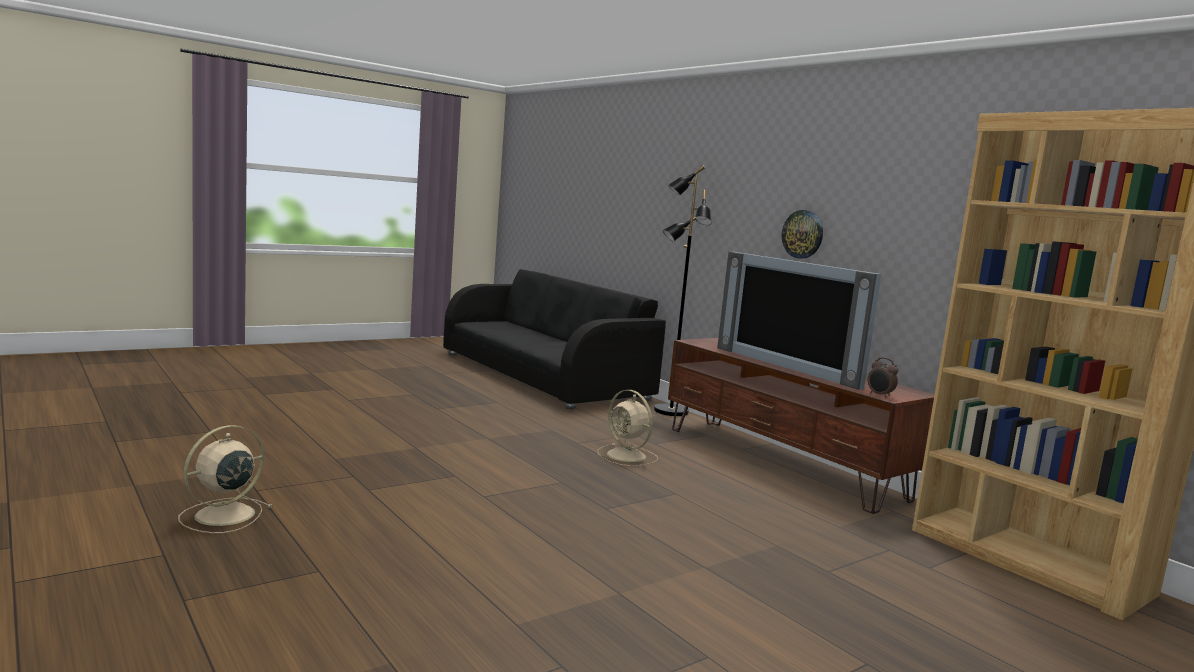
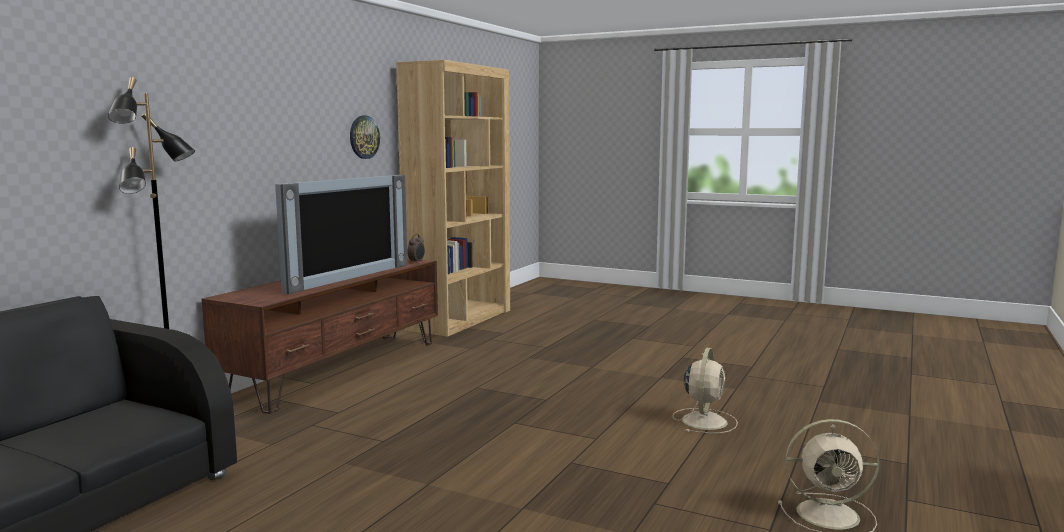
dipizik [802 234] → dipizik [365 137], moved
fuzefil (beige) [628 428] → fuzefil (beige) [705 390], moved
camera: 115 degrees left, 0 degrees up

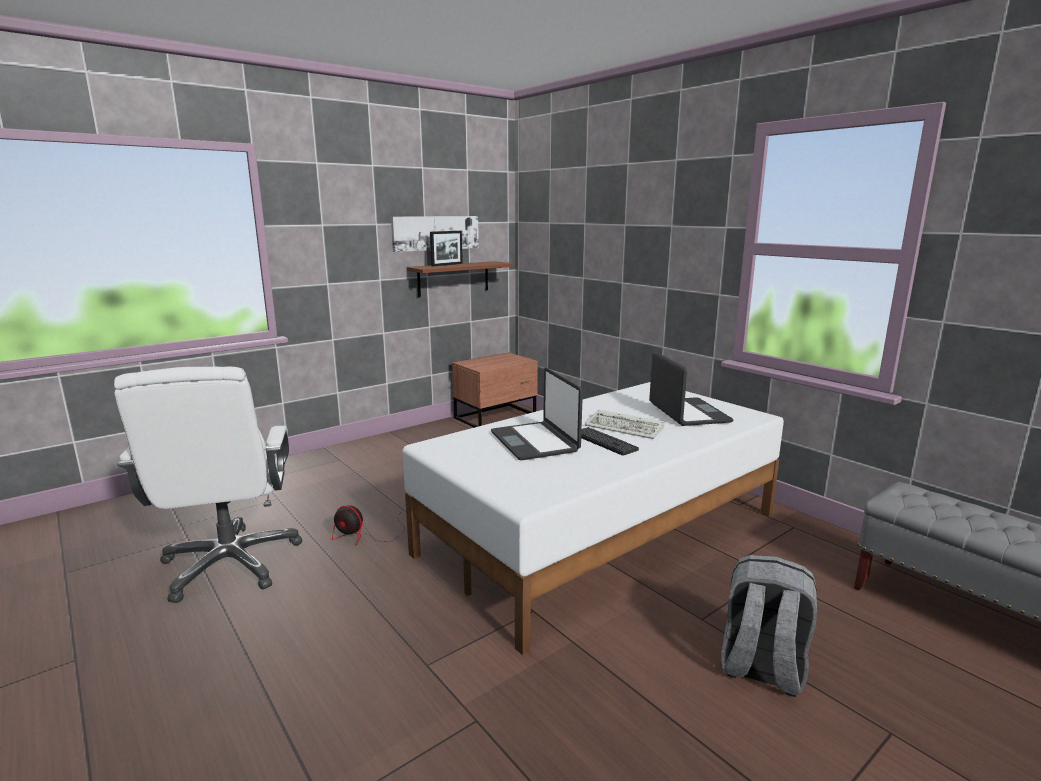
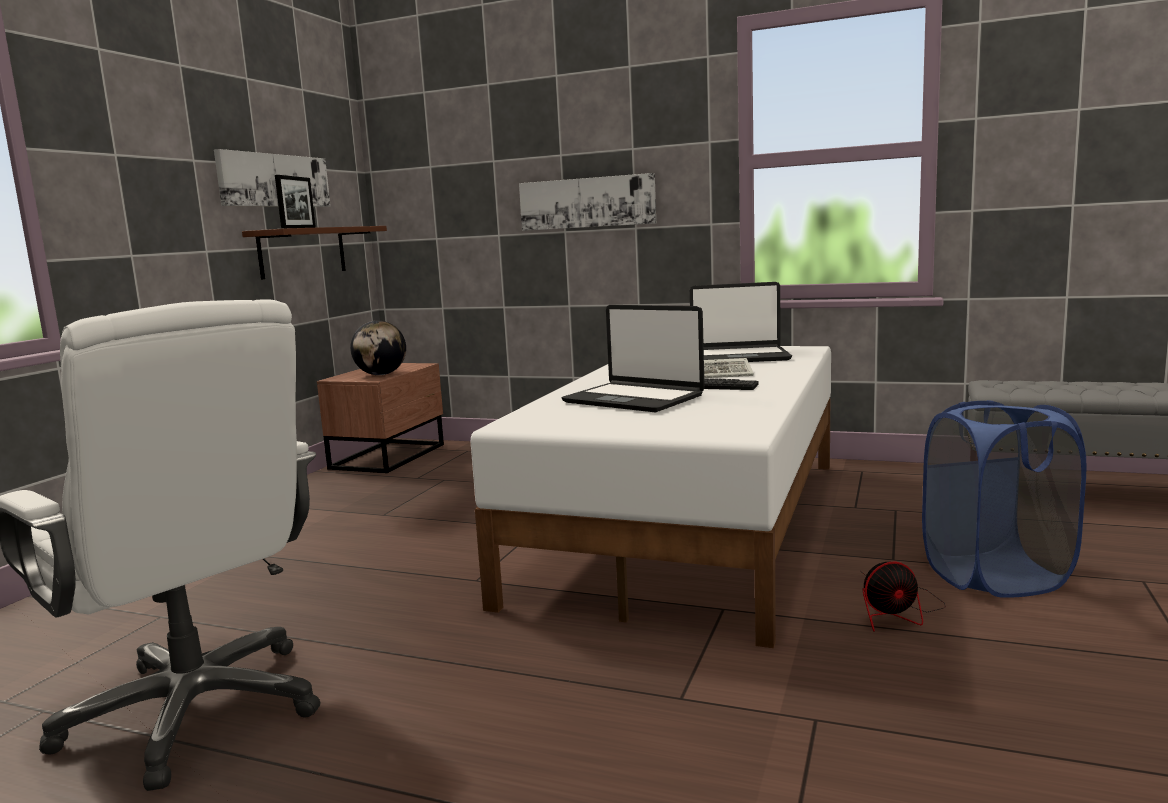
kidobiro [691 388] → kidobiro [741 322], 135 degrees clockwise
fuzefil [368 525] → fuzefil [903 597], moved
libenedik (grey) [769 626] → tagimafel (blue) [1004 499]
- → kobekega [587 202]
- → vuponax [378 348]
camera: 30 degrees left, 5 degrees down

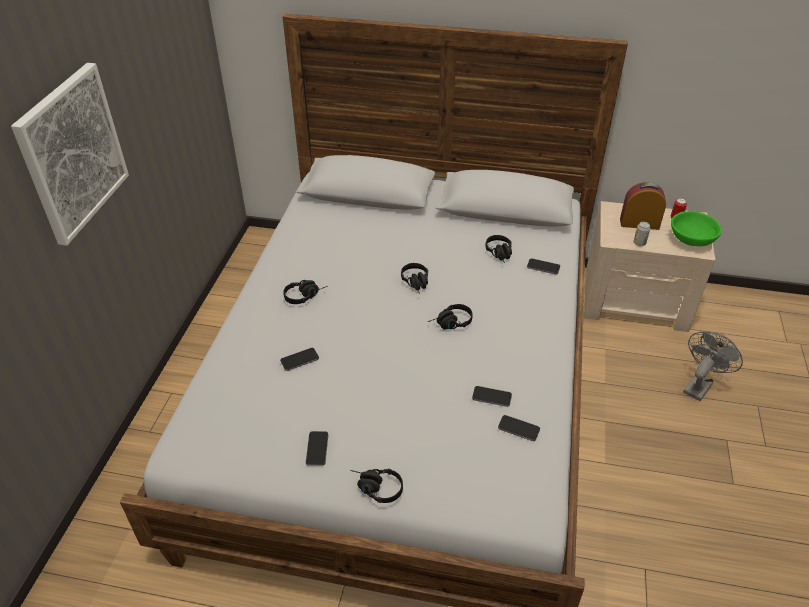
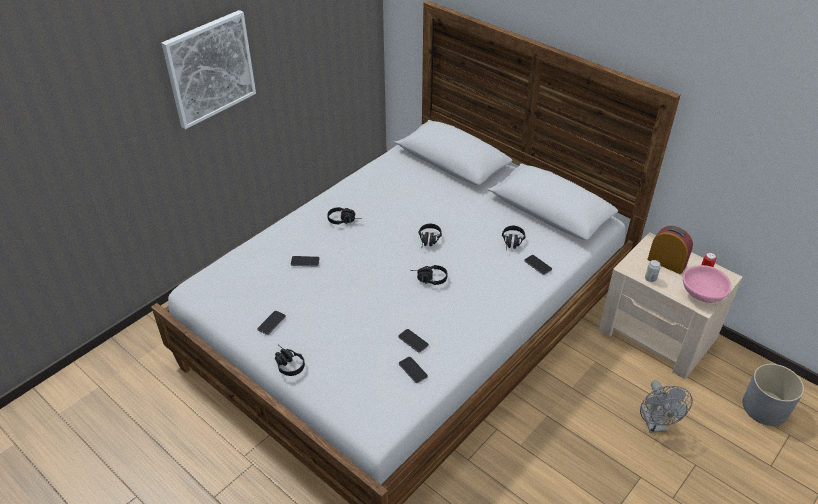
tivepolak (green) [696 228] → tivepolak (pink) [707 284]
fuzefil (grey) [713 366] → fuzefil (grey) [666 406], 105 degrees clockwise
- → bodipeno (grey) [773 395]
camera: 30 degrees right, 0 degrees up

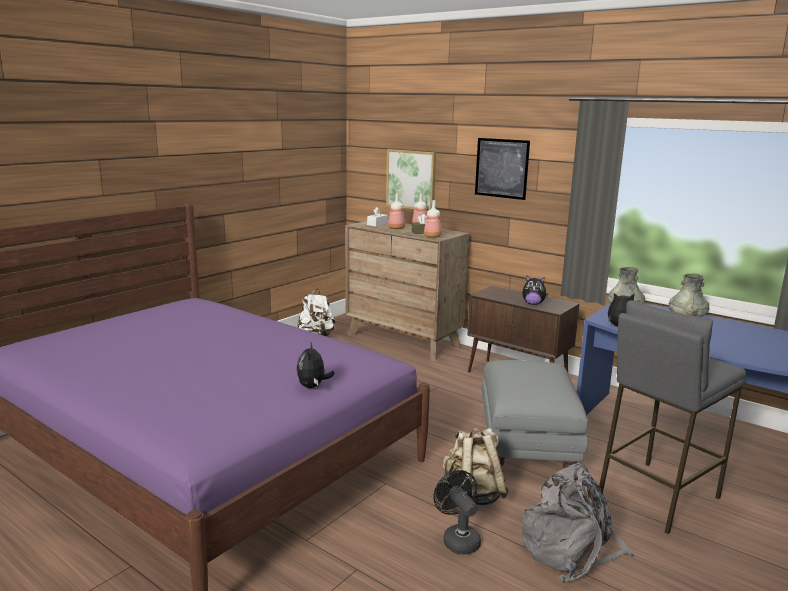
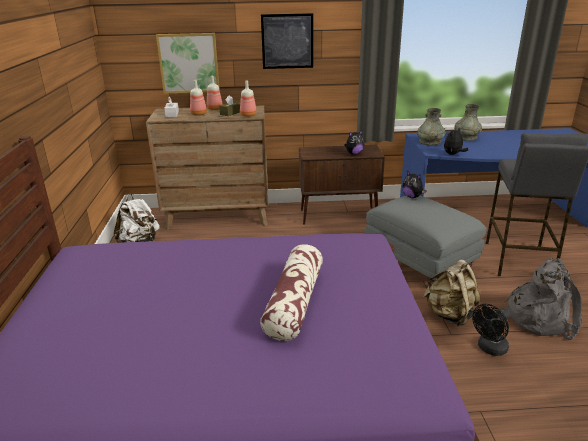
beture [315 365] → beture [414 184], moved
fuzefil (black) [457 512] → fuzefil (black) [491 330], 60 degrees counterclockwise
- → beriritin [291 292]
camera: 40 degrees left, 10 degrees up

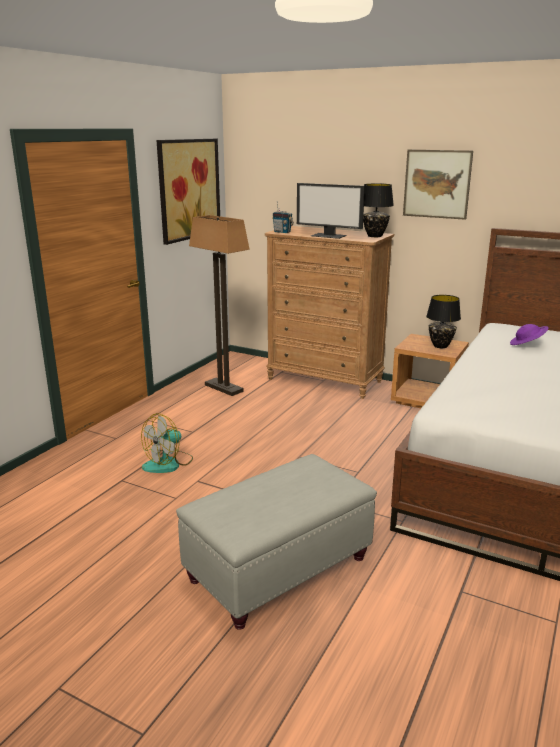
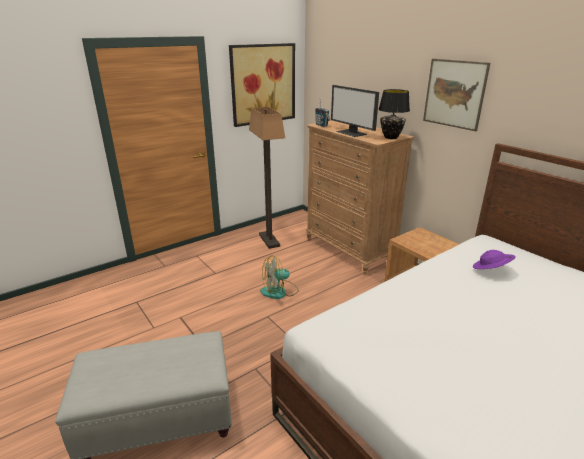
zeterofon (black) [443 321] → -
fuzefil [167 443] → fuzefil [279 277], moved
camera: 25 degrees right, 5 degrees up

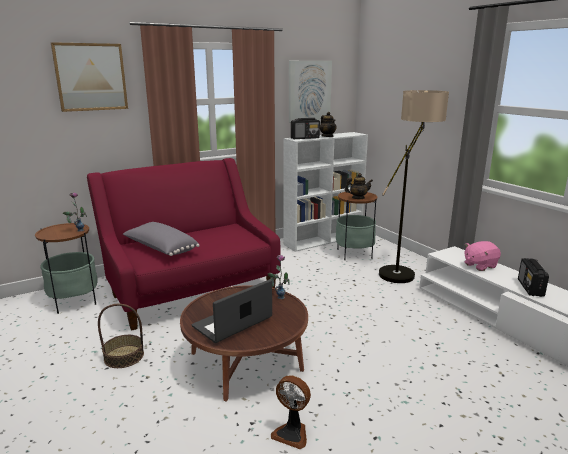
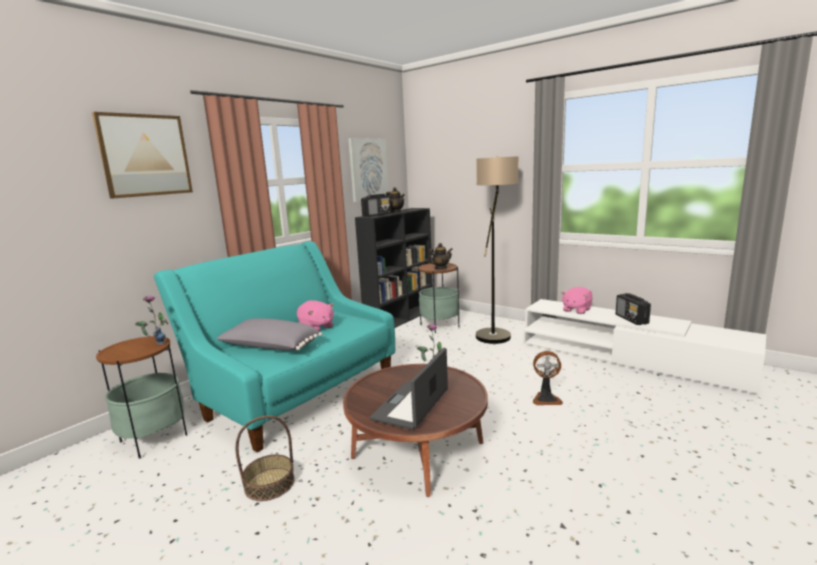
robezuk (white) [325 192] → robezuk (black) [394 268]
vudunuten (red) [184 244] → vudunuten (turquoise) [274 347]
fuzefil [291 412] → fuzefil [548 378], moved
- → beture (pink) [315 315]
camera: 20 degrees left, 5 degrees down

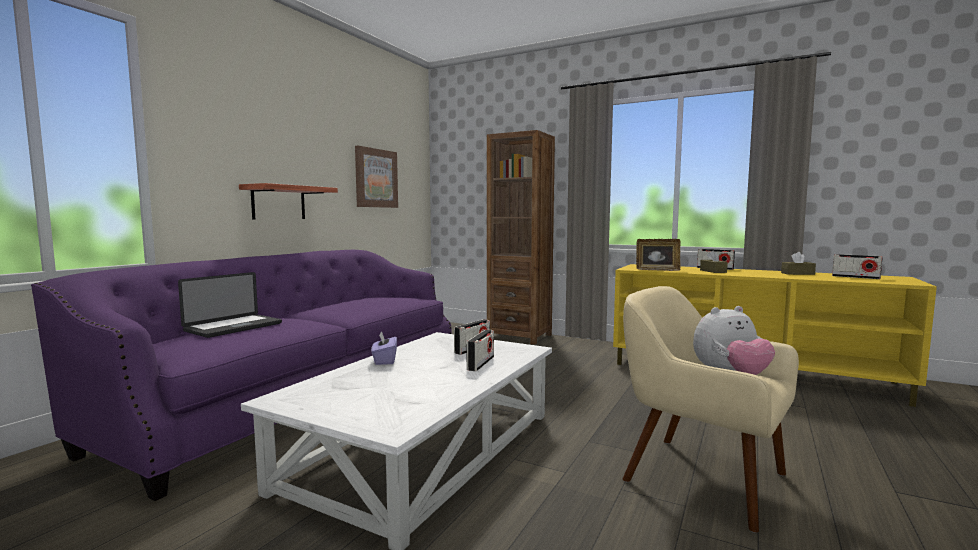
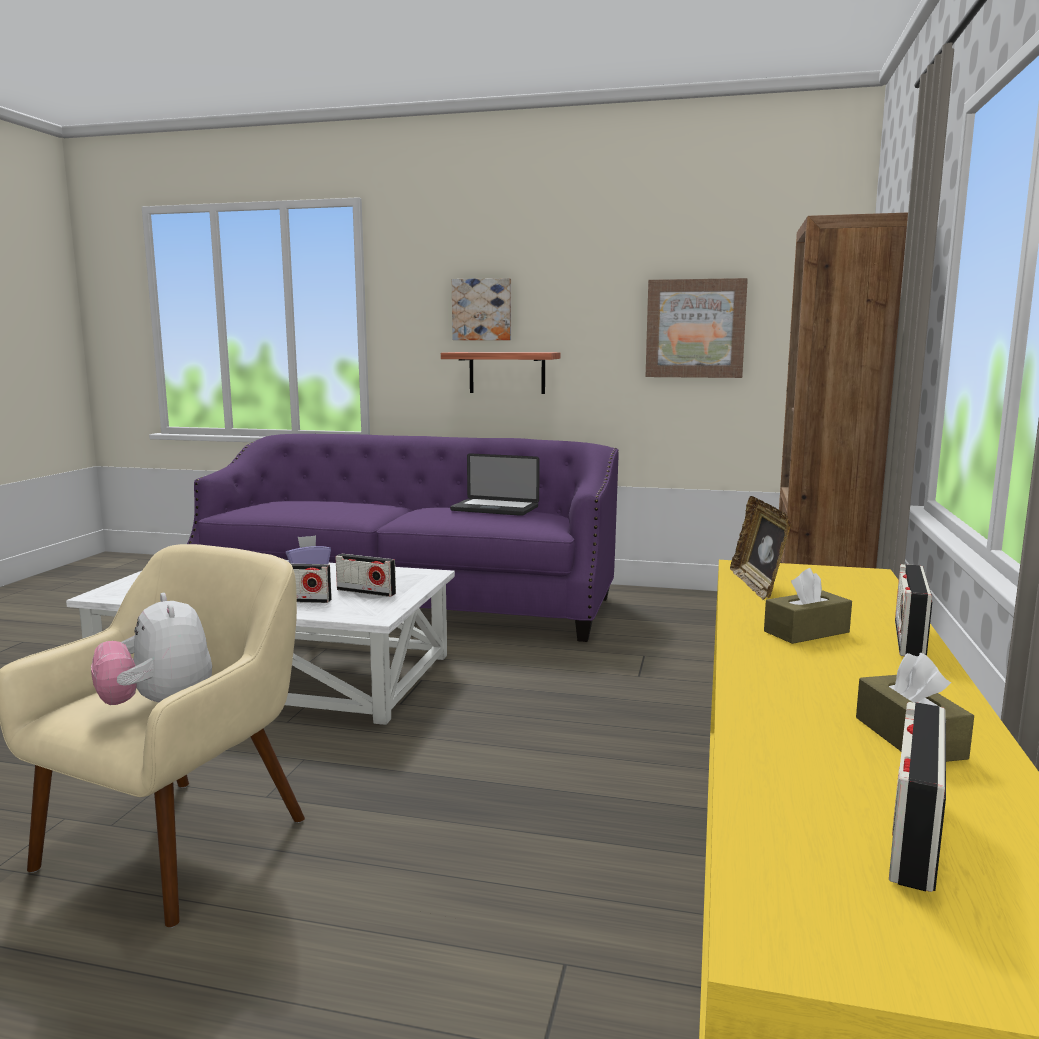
kidobiro [230 305] → kidobiro [495 484], moved
- → kobekega [481 309]
camera: 75 degrees right, 5 degrees up

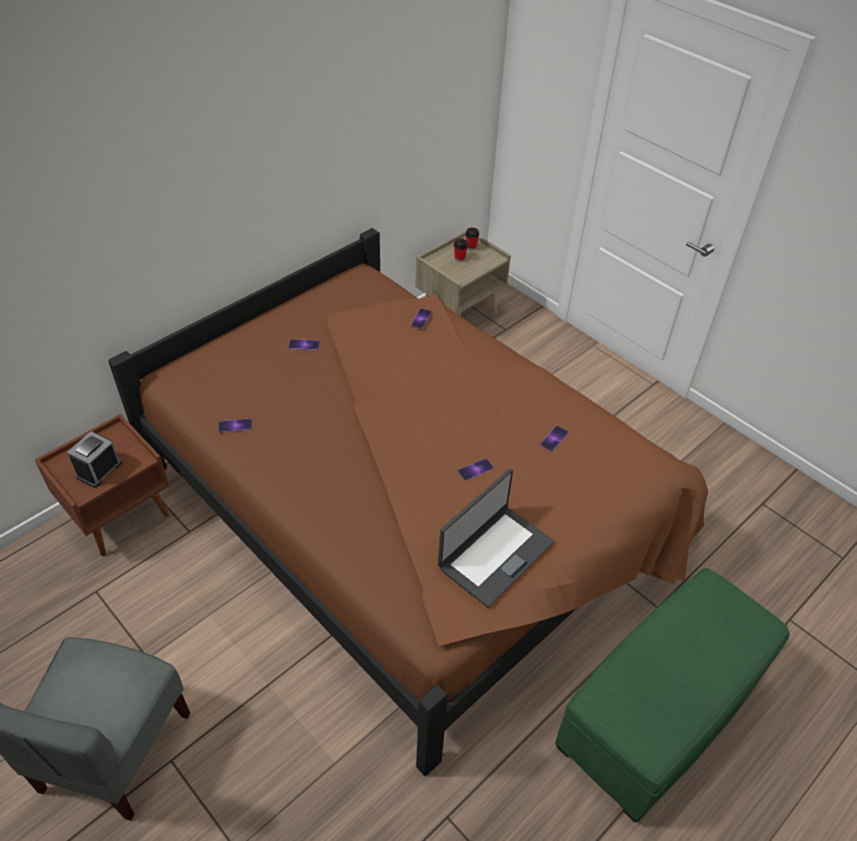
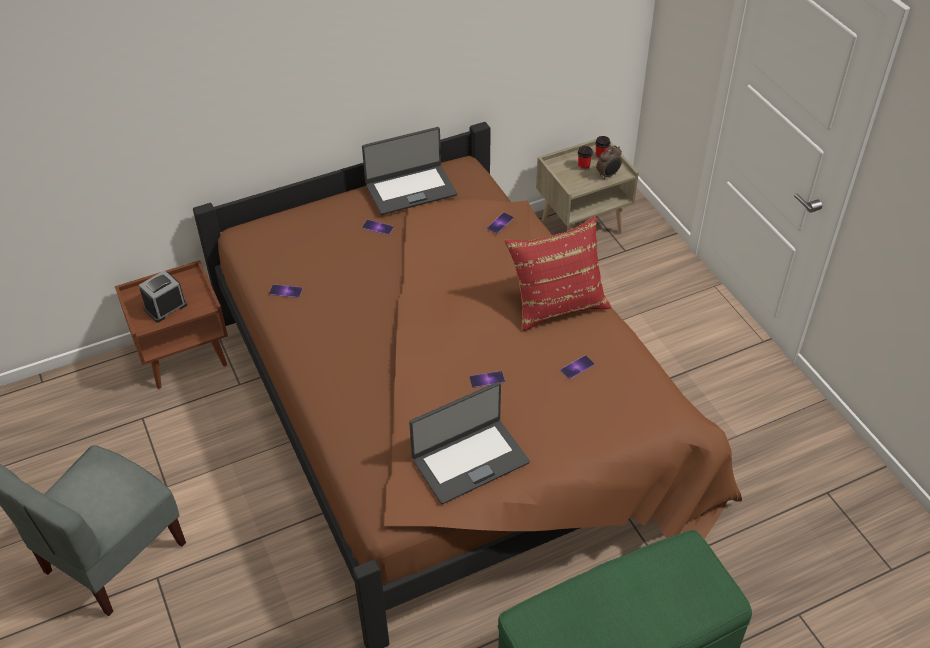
- → kidobiro [409 171]
- → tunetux [609 162]
- → beriritin (red) [558 273]
camera: 20 degrees right, 0 degrees up

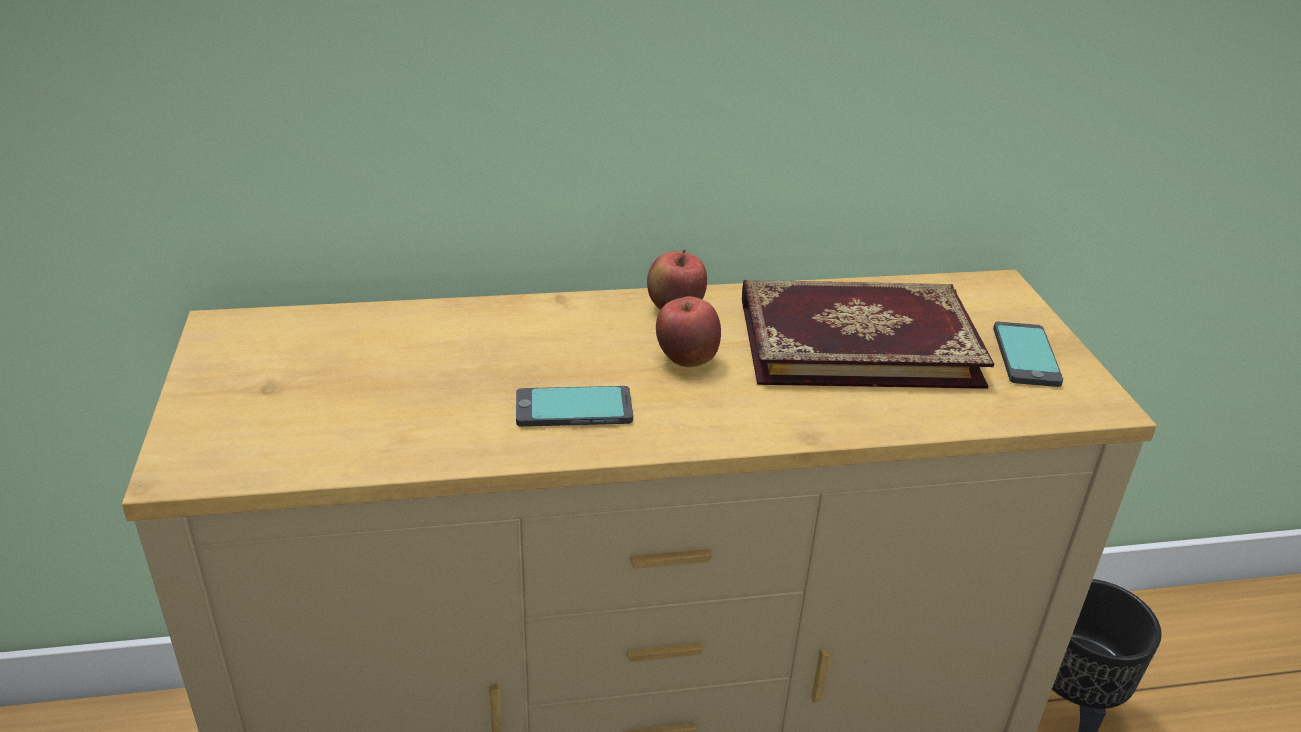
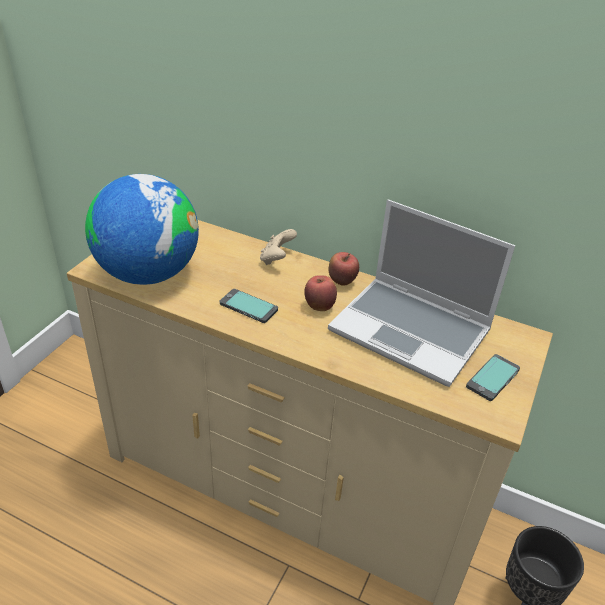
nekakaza [868 334] → kidobiro [421 293]
- → vuponax [142 229]
- → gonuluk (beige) [278 247]
camera: 35 degrees right, 5 degrees up

